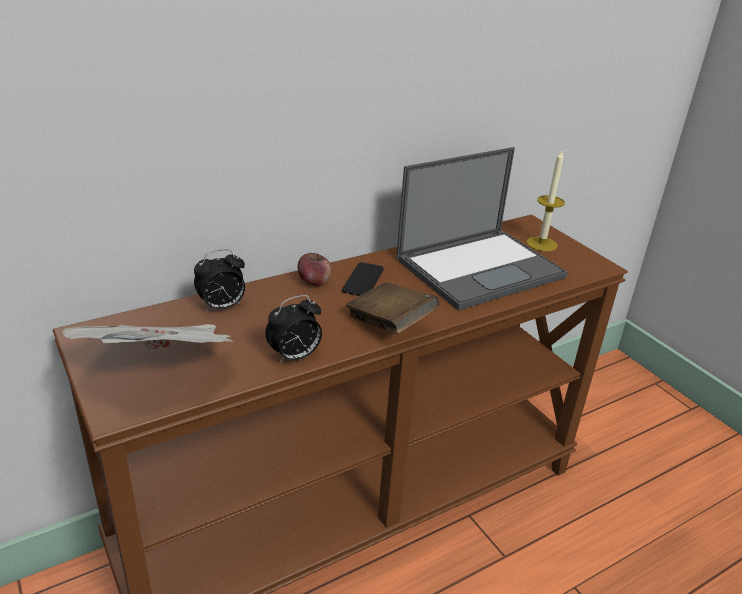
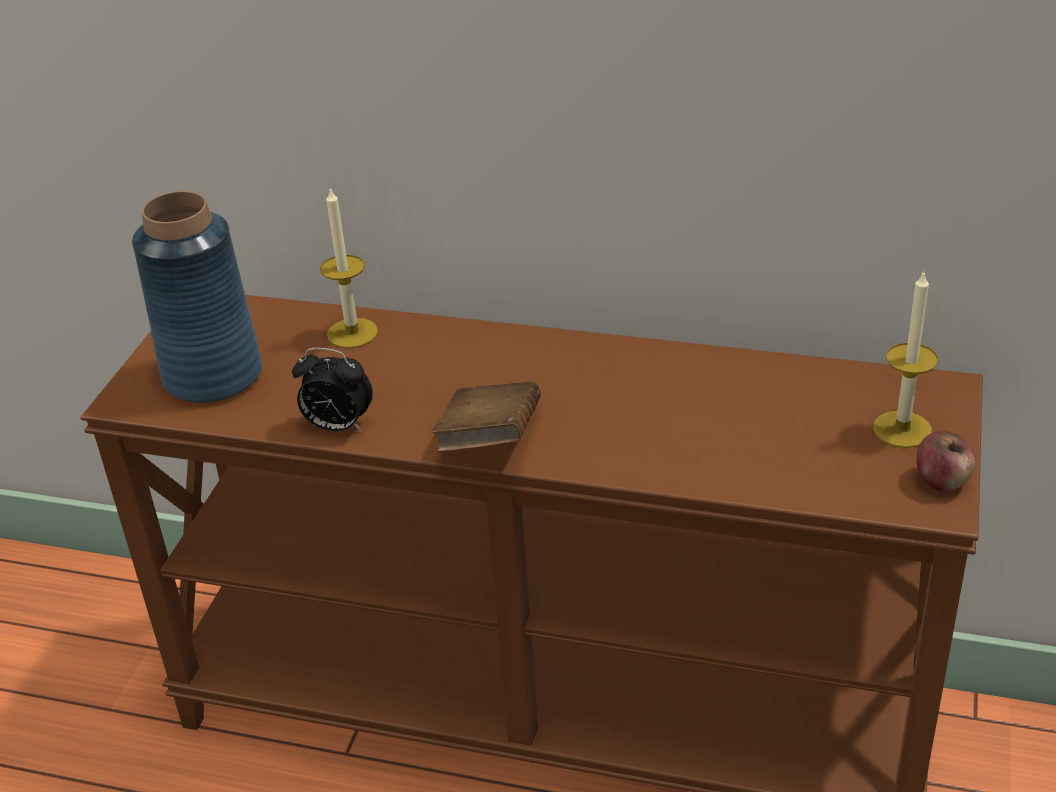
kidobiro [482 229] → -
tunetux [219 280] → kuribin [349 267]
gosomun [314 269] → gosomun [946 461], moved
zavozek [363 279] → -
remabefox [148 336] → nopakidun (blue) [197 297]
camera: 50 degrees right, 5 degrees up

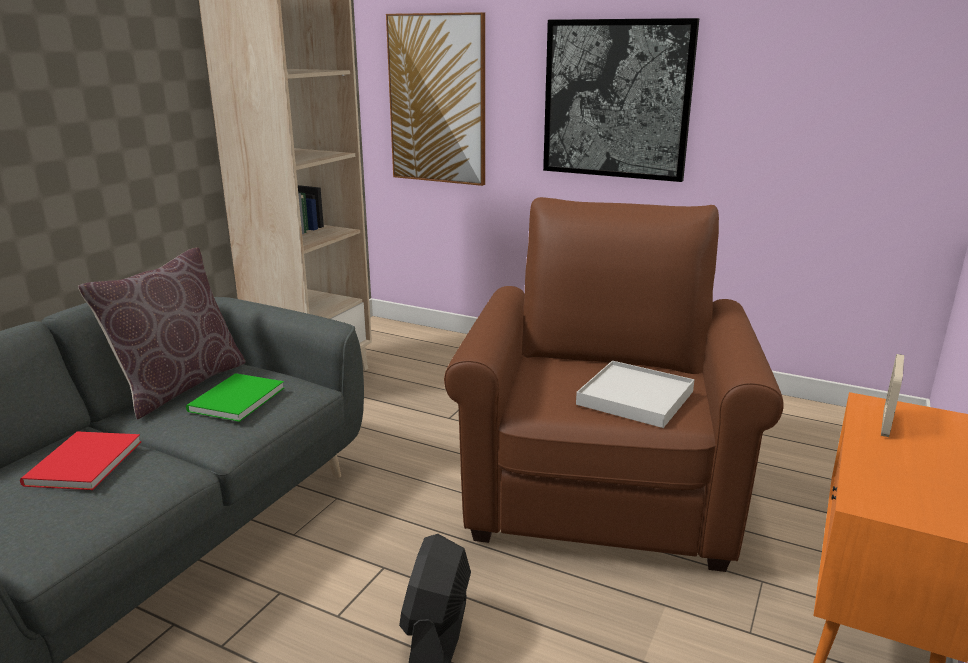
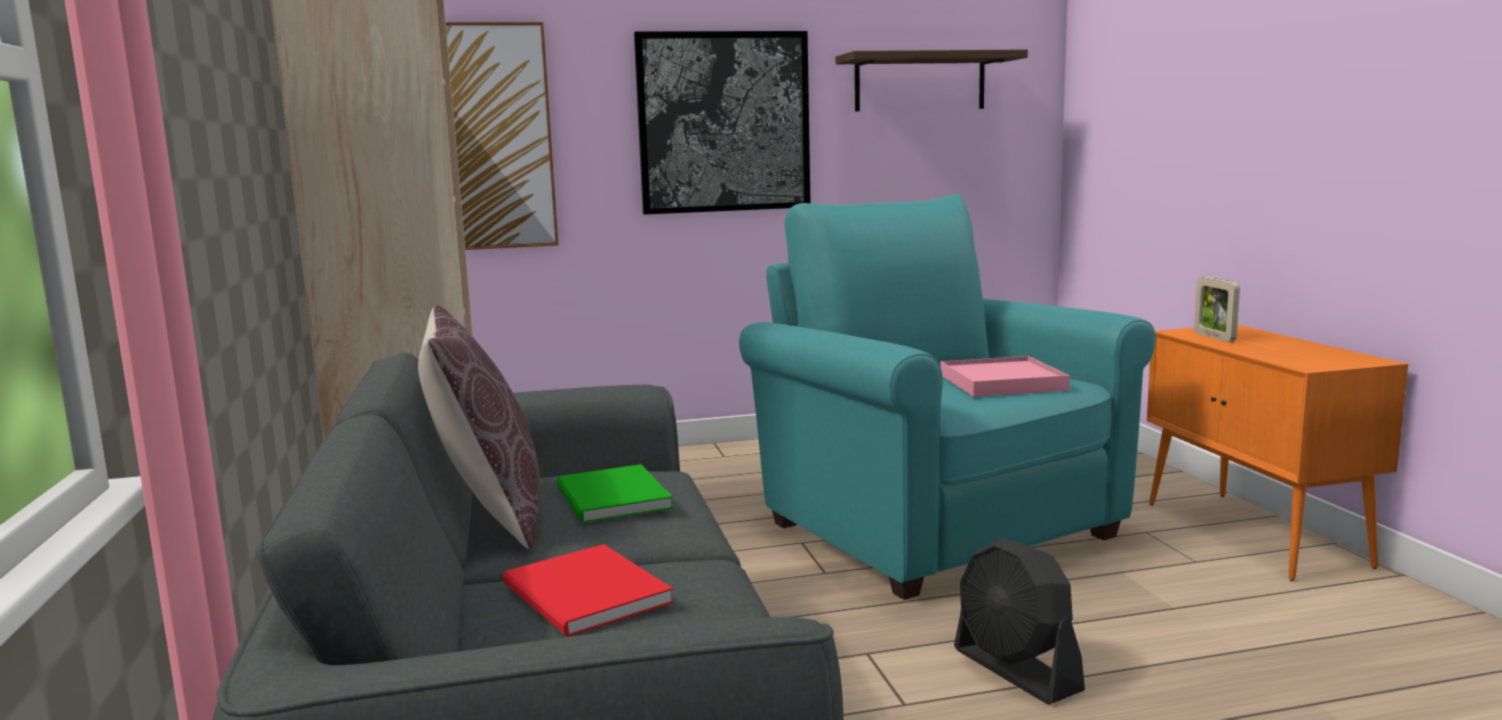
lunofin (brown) [614 384] → lunofin (turquoise) [947 397]
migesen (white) [635 394] → migesen (pink) [1005 376]
- → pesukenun [932 80]
camera: 40 degrees left, 10 degrees down

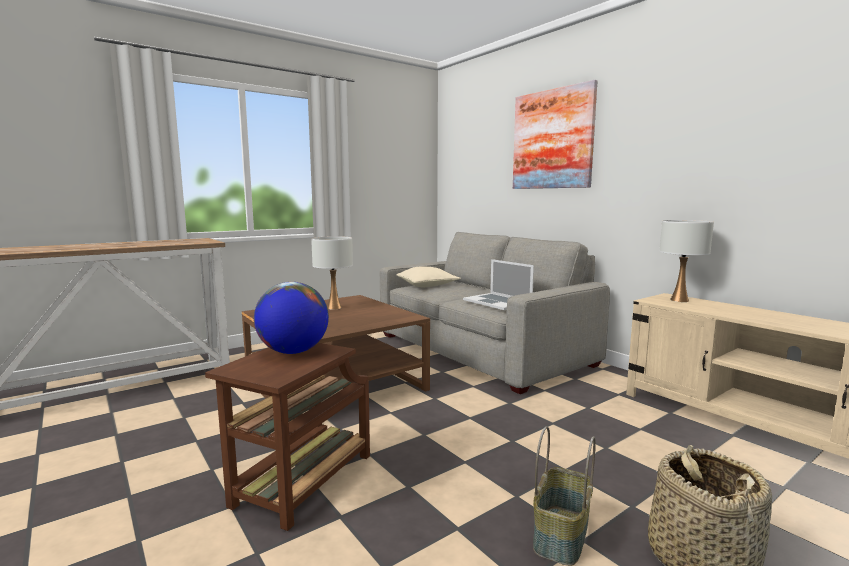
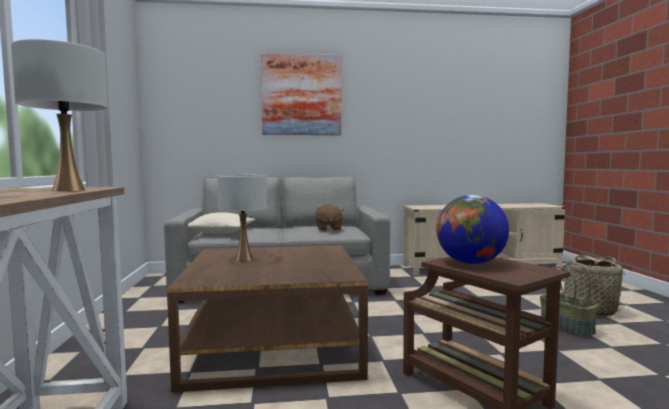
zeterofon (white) [686 261] → zeterofon (white) [59 115], moved
kidobiro [498 284] → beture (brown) [330 217]
camera: 60 degrees left, 5 degrees down

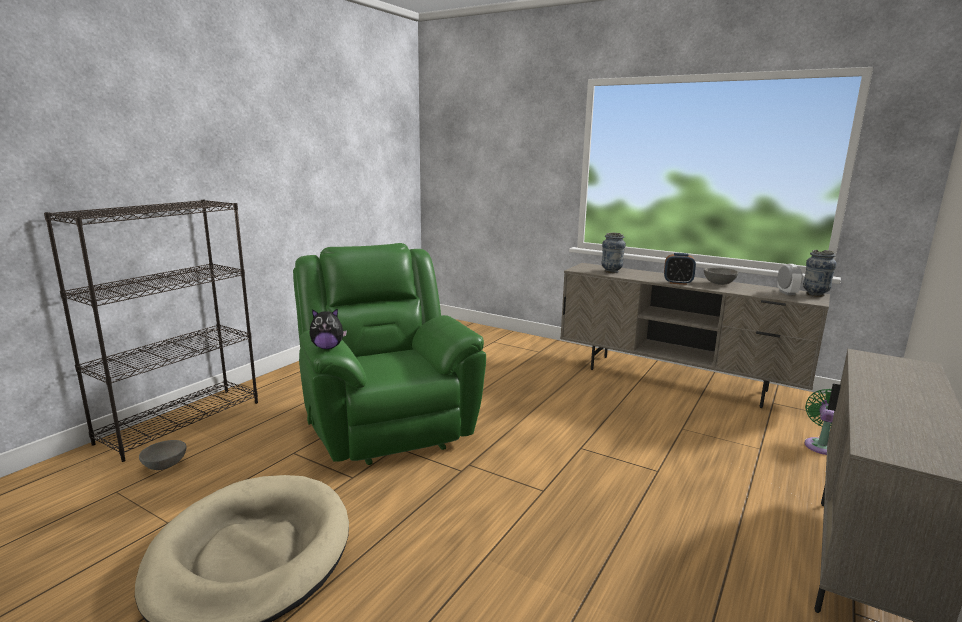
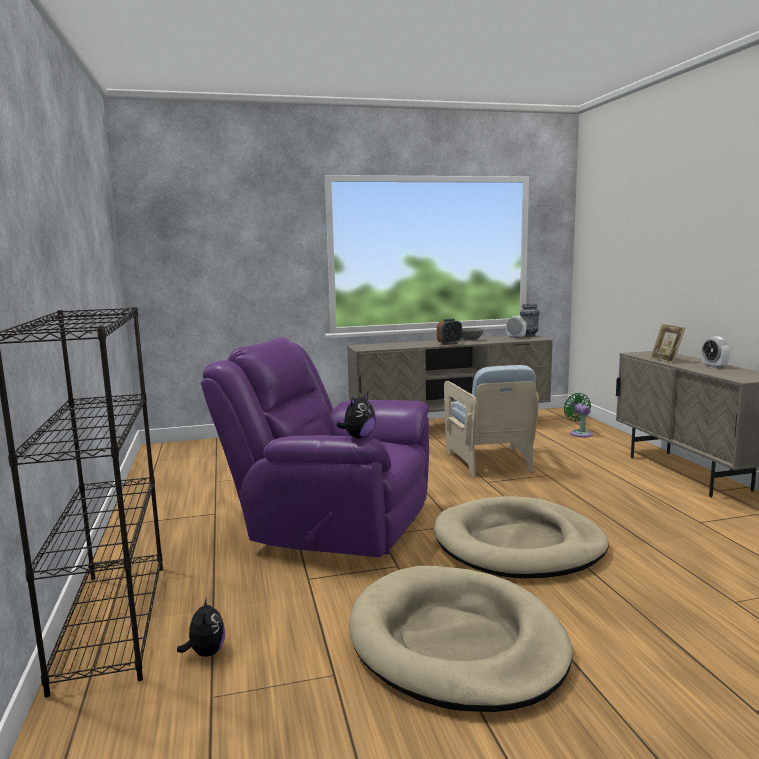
nopakidun [613 253] → -
lunofin (green) [389 354] → lunofin (purple) [315 447]
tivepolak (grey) [163 455] → beture [201 626]
- → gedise [667 343]
- → tunetux [716 352]
- → lunofin (beige) [491 421]
- → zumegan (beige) [521 537]
camera: 45 degrees left, 5 degrees down

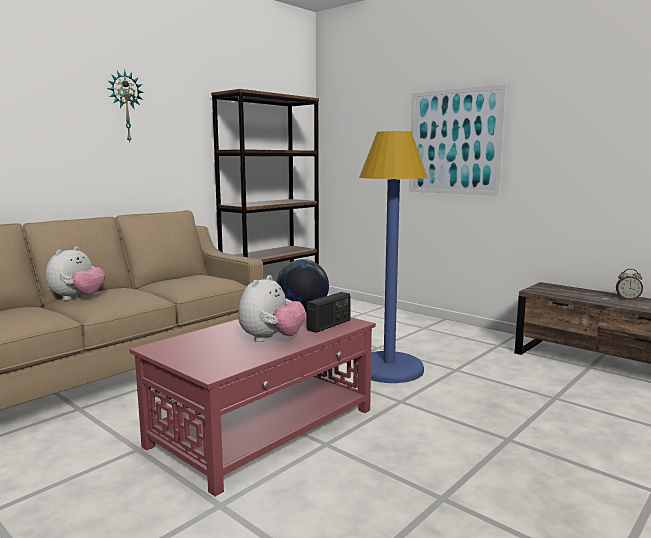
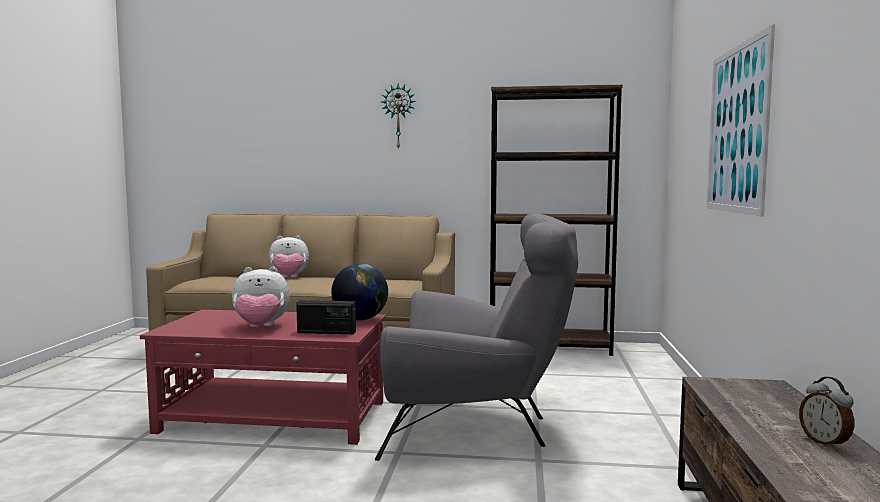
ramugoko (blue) [392 257] → lunofin (grey) [476 337]
camera: 55 degrees right, 5 degrees down

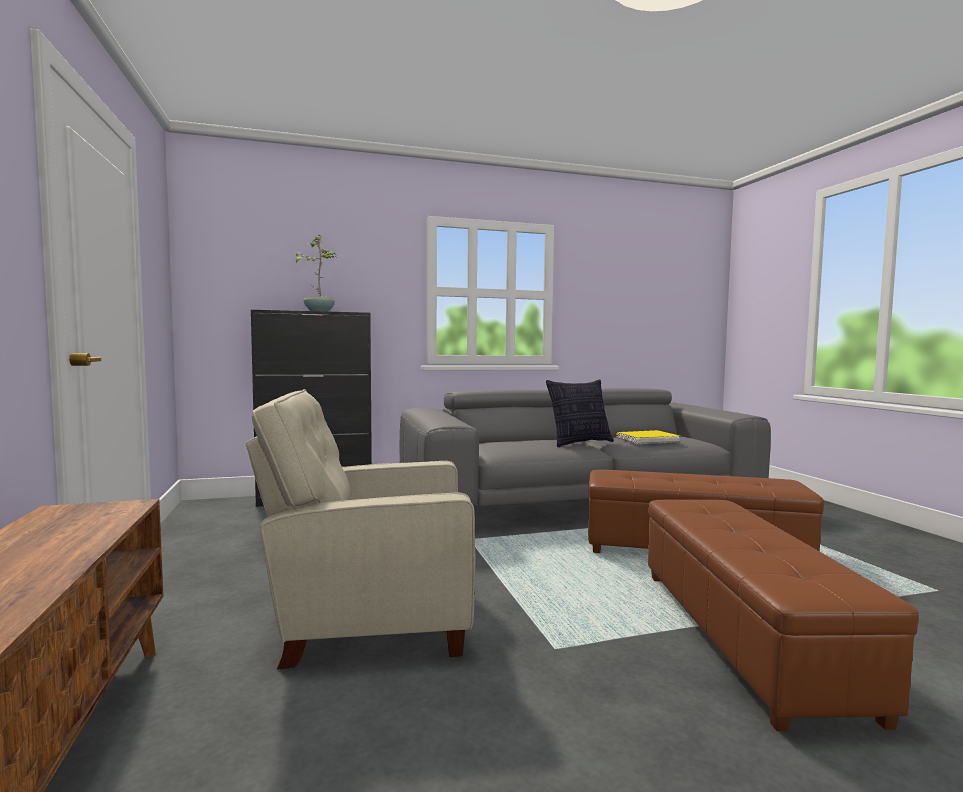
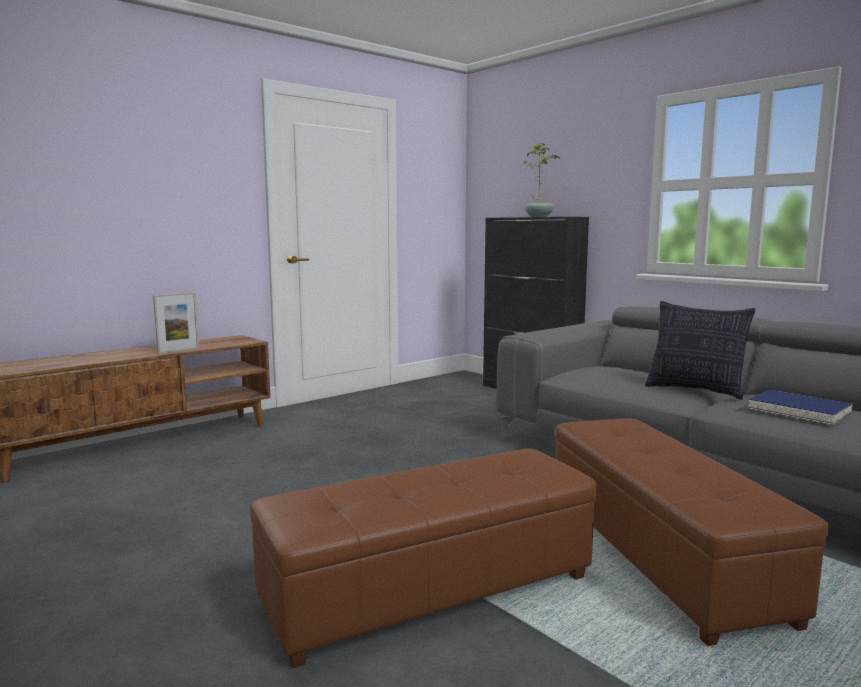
lunofin (beige) [360 529] → -
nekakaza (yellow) [648 437] → nekakaza (blue) [800 407]
- → gedise [176 323]
camera: 65 degrees right, 5 degrees up

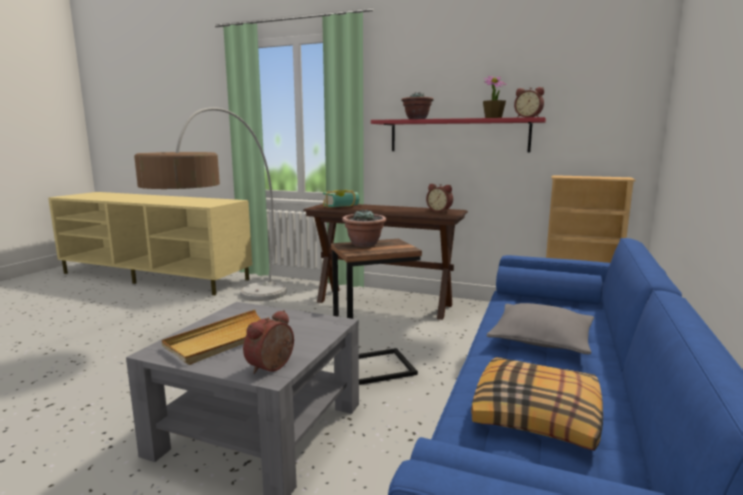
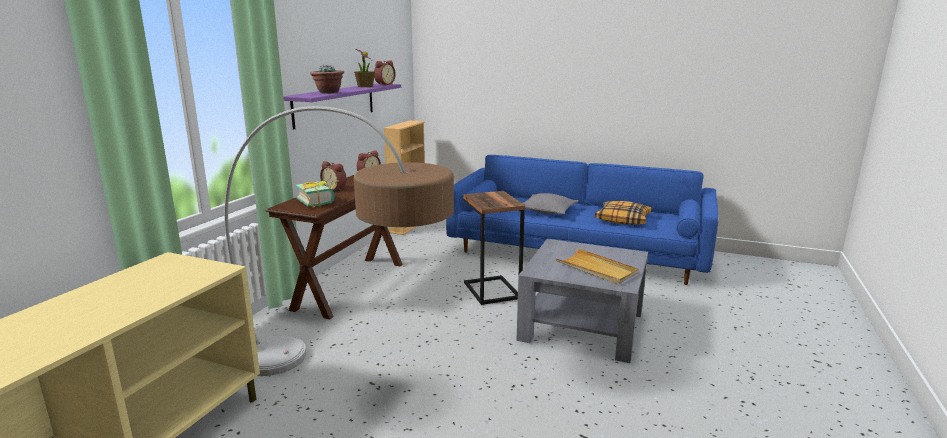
pesukenun (red) [458 135] → pesukenun (purple) [342 106]
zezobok [364 228] → -
tunetux [268 342] → tunetux [333 176], moved
camera: 90 degrees left, 5 degrees up

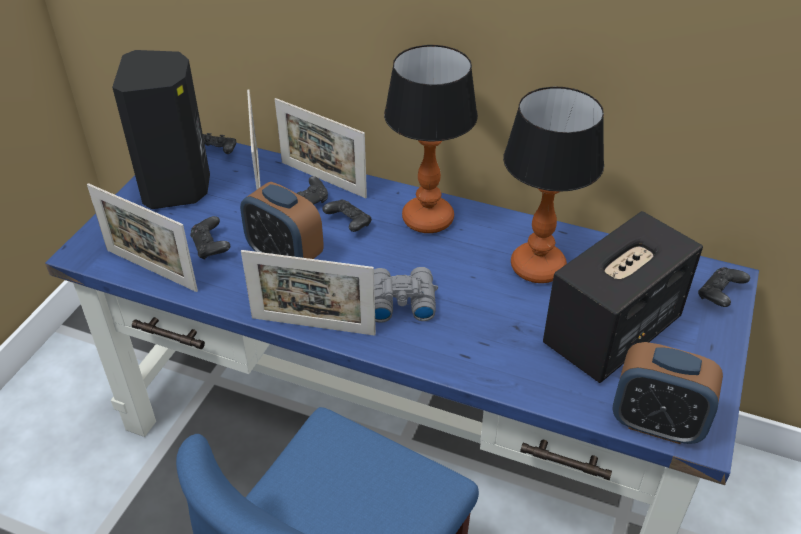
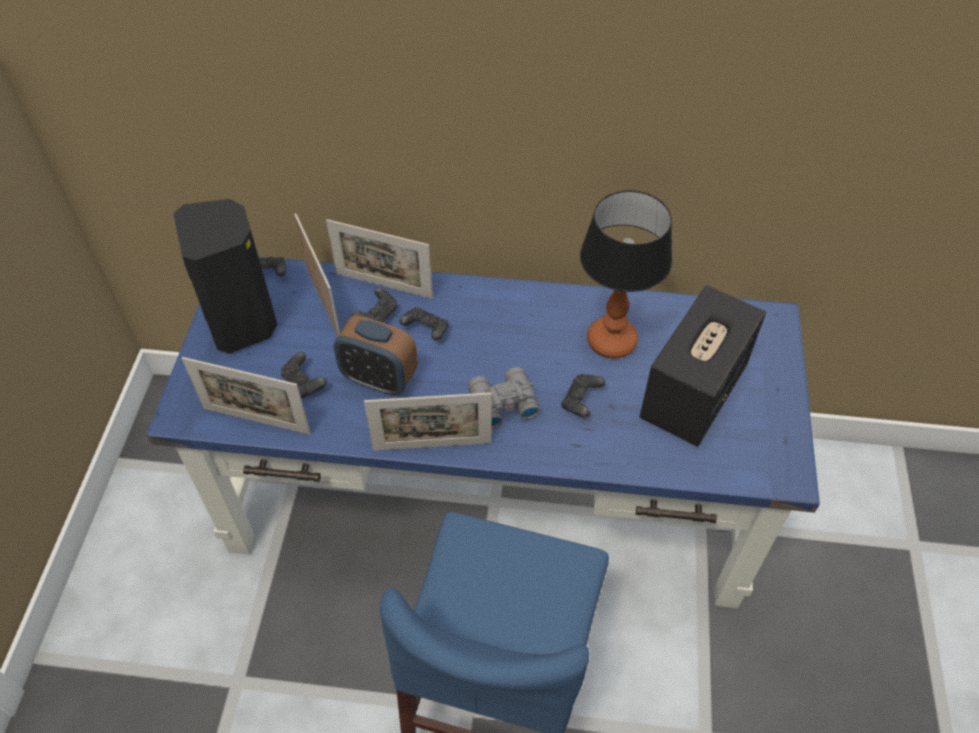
zeterofon [431 139] → -
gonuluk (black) [724 287] → gonuluk (black) [583 395], moved
tunetux [667 393] → -
camera: 15 degrees left, 10 degrees up

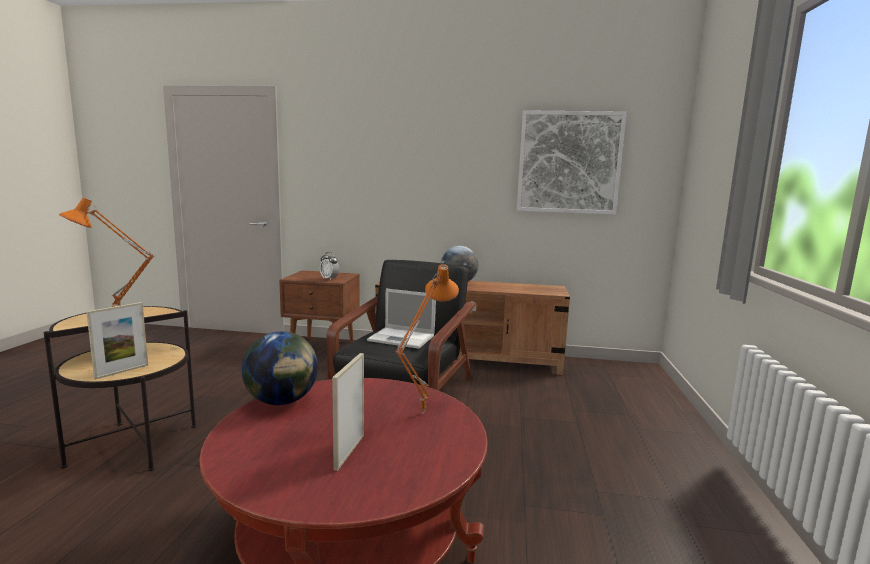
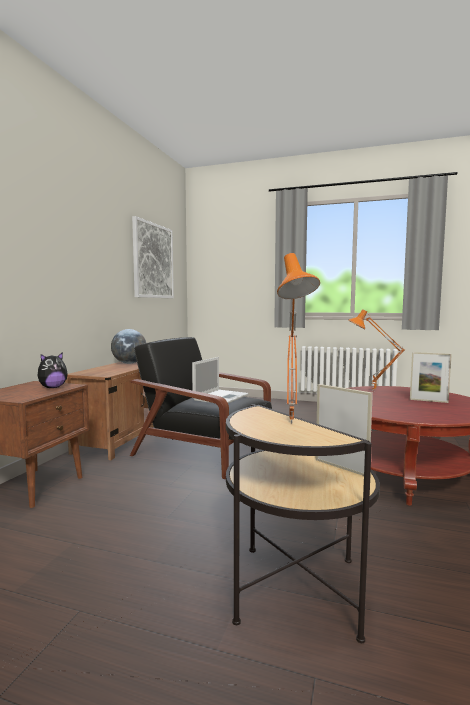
tunetux [329 266] → beture [52 370]
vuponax [280 368] → -
camera: 80 degrees left, 5 degrees down

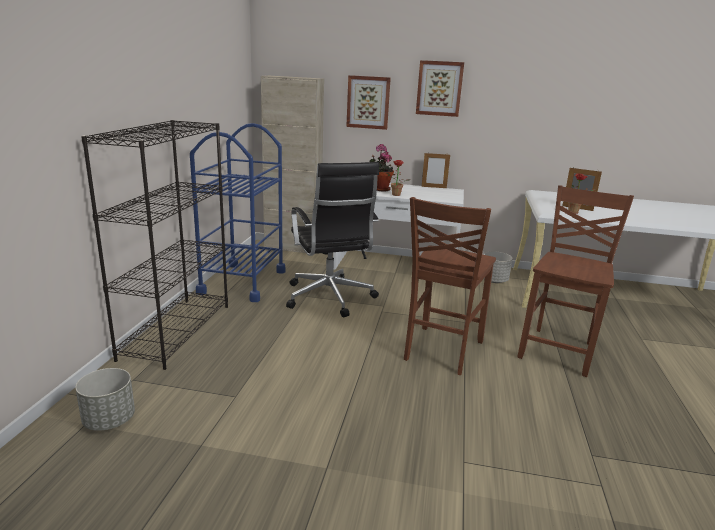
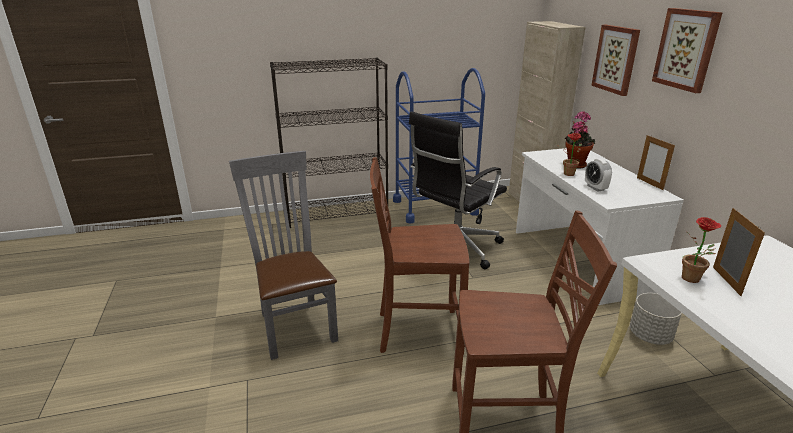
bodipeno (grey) [105 399] → -
- → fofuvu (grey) [283 255]
- → tunetux [598 175]
camera: 65 degrees right, 5 degrees up

